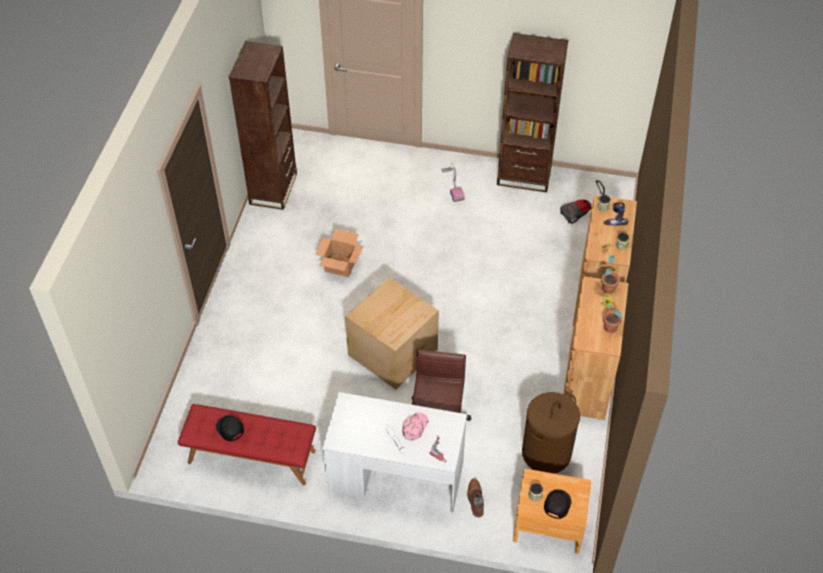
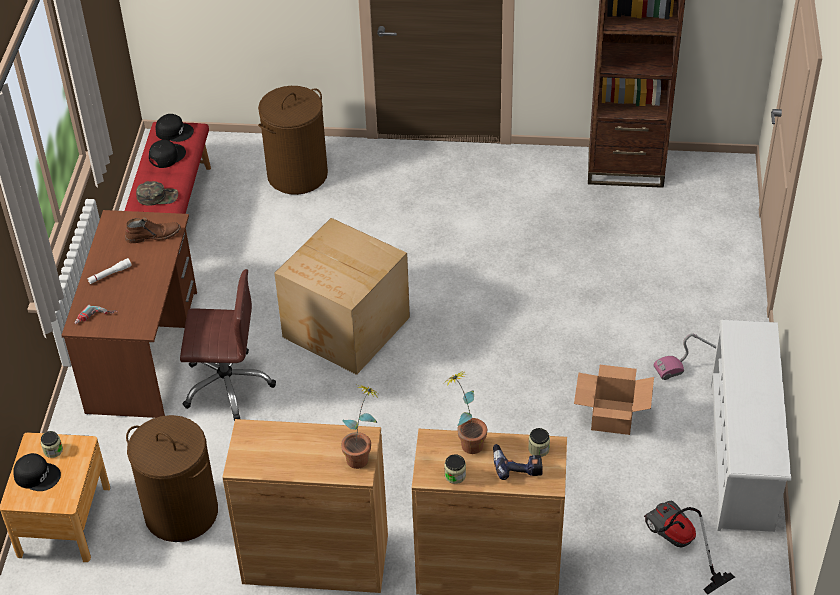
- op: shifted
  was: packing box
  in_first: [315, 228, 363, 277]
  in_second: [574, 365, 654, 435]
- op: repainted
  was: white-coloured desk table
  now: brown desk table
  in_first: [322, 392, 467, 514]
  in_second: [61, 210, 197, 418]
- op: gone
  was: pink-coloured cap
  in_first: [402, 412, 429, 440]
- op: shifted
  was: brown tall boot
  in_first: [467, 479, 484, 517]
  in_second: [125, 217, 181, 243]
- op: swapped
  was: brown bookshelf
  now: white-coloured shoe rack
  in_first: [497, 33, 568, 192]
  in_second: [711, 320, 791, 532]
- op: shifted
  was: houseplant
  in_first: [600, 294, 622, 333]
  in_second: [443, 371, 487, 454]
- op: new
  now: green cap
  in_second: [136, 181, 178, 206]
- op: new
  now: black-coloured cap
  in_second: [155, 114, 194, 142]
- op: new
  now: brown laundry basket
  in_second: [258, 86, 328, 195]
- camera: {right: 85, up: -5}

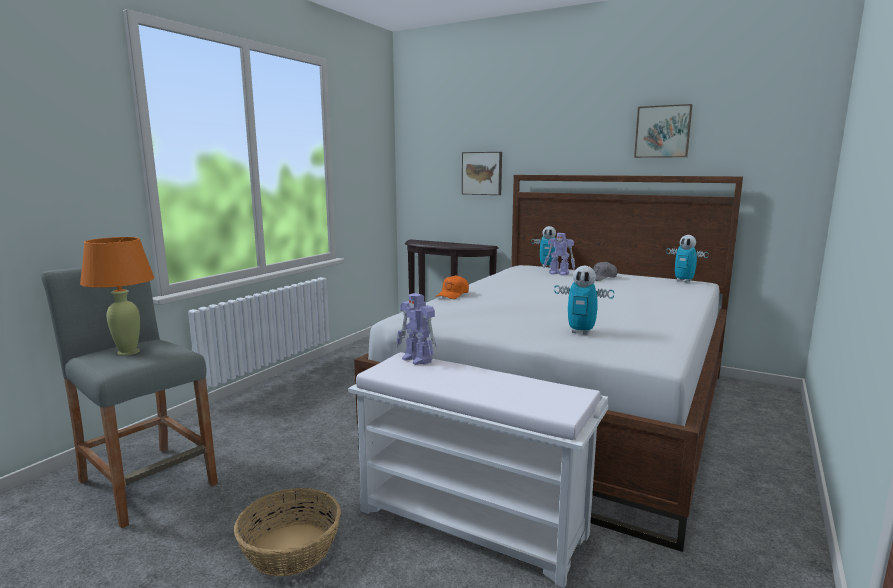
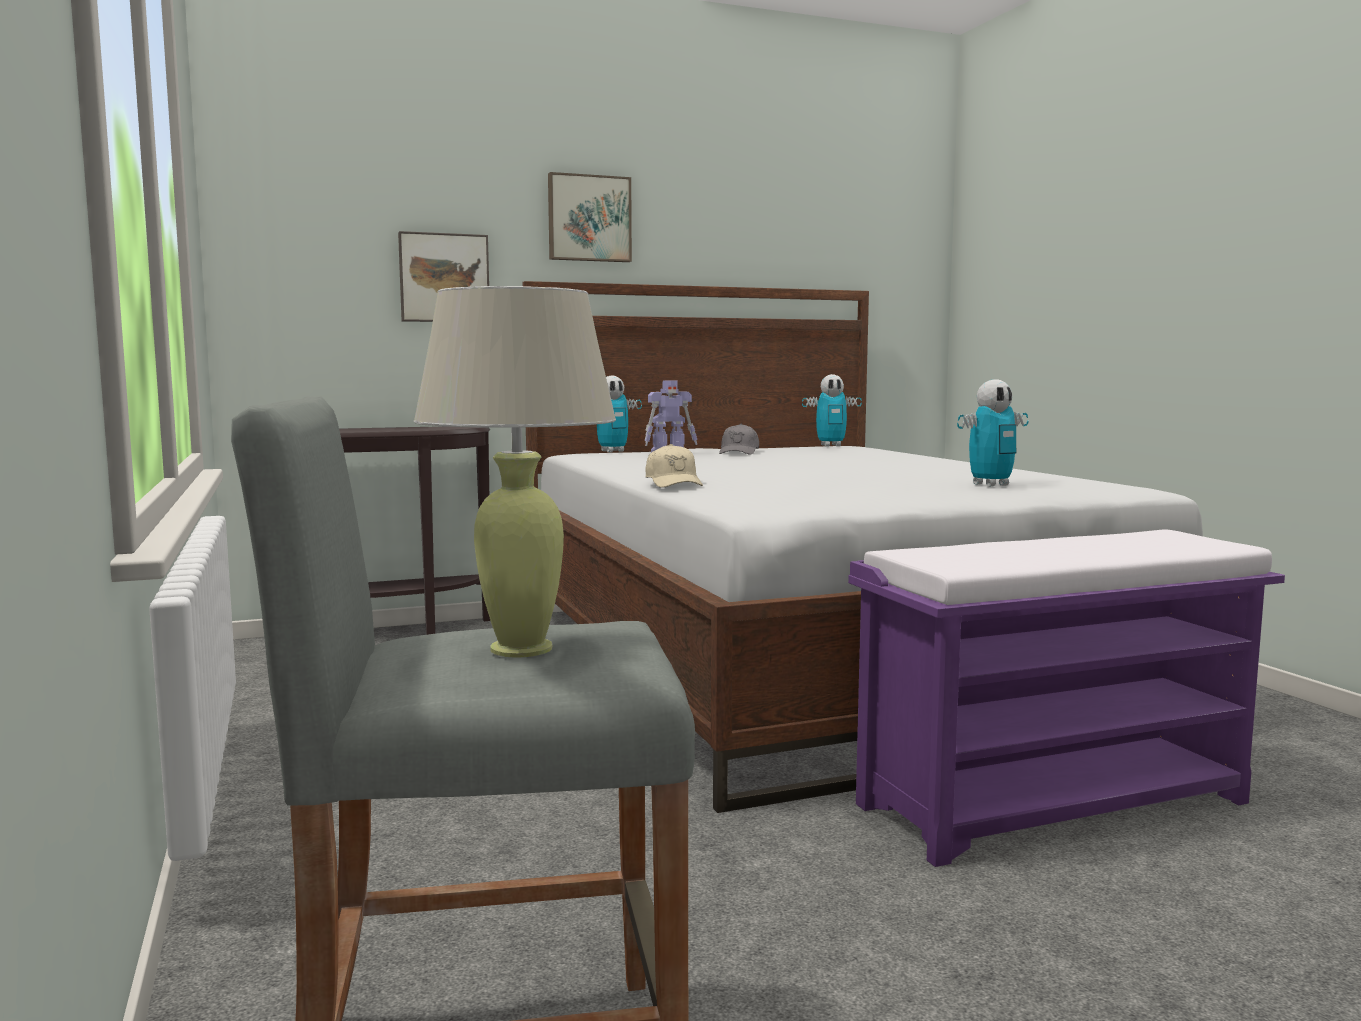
- op: repainted
  was: orange table lamp
  now: sand-coloured table lamp
  in_first: [80, 237, 154, 356]
  in_second: [414, 286, 616, 658]
- op: gone
  was: household basket
  in_first: [234, 488, 341, 577]
- op: repainted
  was: white-coloured indoor bench
  now: purple-coloured indoor bench
  in_first: [348, 352, 608, 588]
  in_second: [848, 529, 1285, 867]
- op: gone
  was: toy robot
  in_first: [396, 293, 437, 365]
- op: repainted
  was: orange cap
  now: sand-coloured cap
  in_first: [436, 275, 469, 299]
  in_second: [645, 444, 703, 488]
- op: shifted
  was: wall picture
  in_first: [634, 104, 692, 158]
  in_second: [548, 172, 632, 262]
- camera: {right: -50, up: -5}

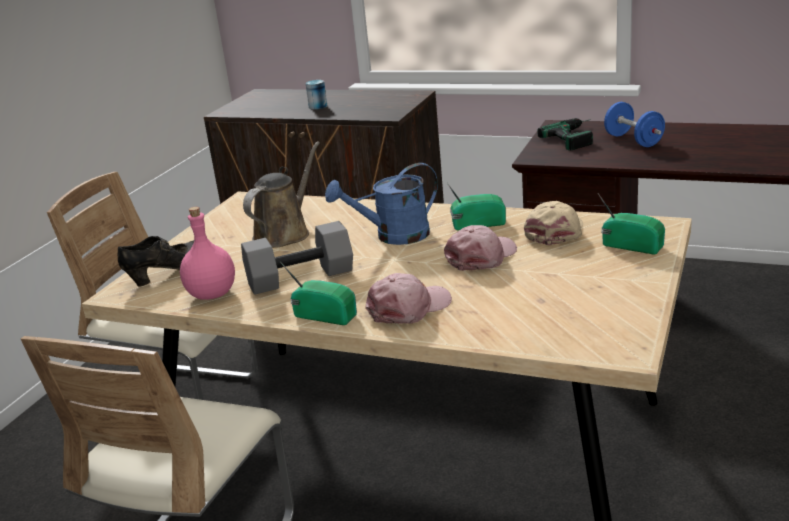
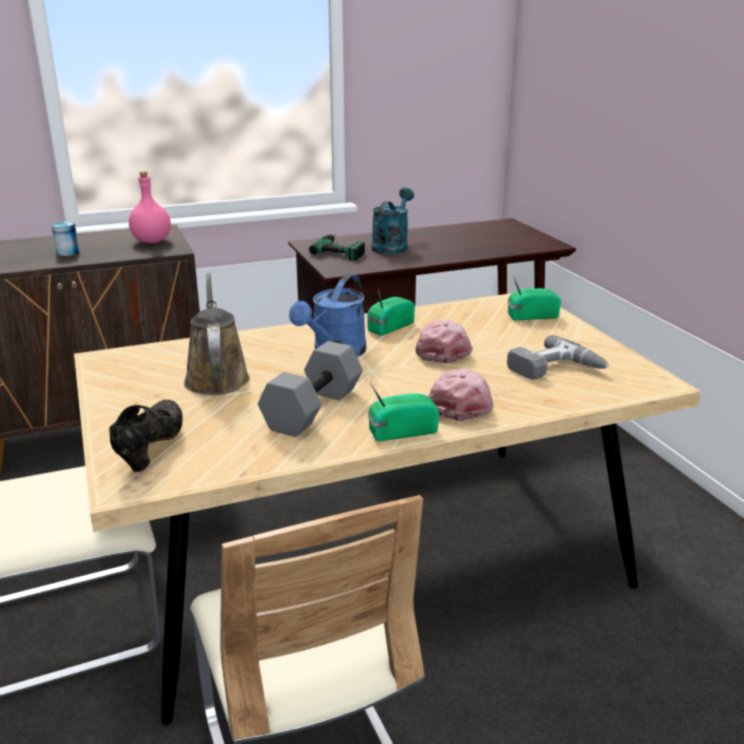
- op: shifted
  was: pink-coloured bottle
  in_first: [180, 207, 235, 300]
  in_second: [129, 171, 171, 243]
- op: gone
  was: sand-coloured cap
  in_first: [524, 201, 583, 245]
- op: swapped
  was: blue-coloured free weight
  now: blue-green sprinkling can
  in_first: [604, 102, 665, 147]
  in_second: [371, 188, 414, 254]
- op: new
  now: electric drill
  in_second: [507, 335, 609, 380]
- camera: {right: -45, up: 0}

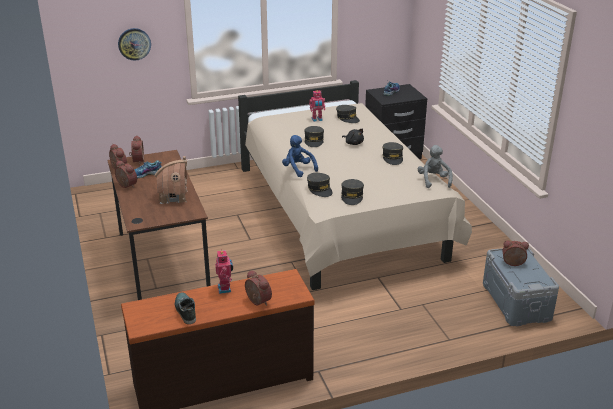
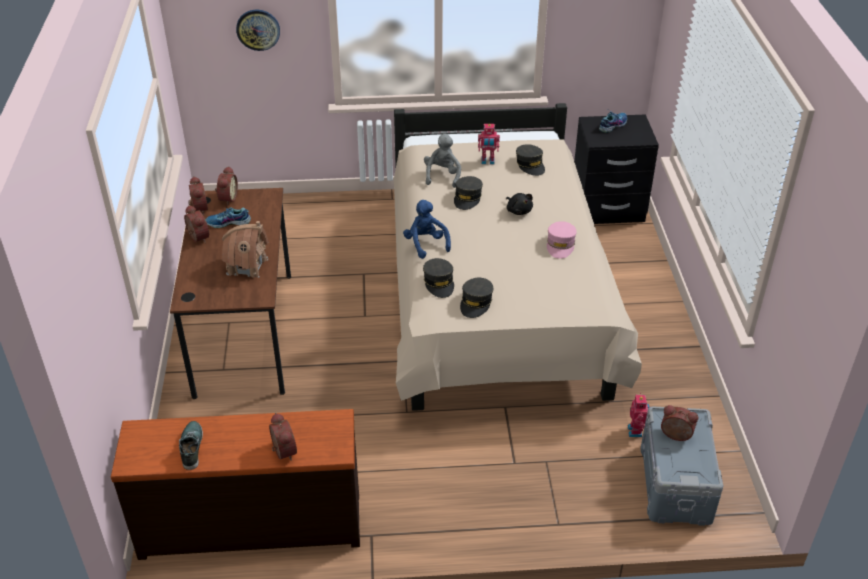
- op: shifted
  was: toy robot
  in_first: [215, 249, 233, 294]
  in_second: [628, 393, 650, 437]
- op: repainted
  was: grey cap
  now: pink-coloured cap
  in_first: [382, 142, 403, 165]
  in_second: [547, 221, 577, 259]
- op: shifted
  was: grey plush toy
  in_first: [418, 145, 453, 188]
  in_second: [424, 134, 461, 188]
- camera: {right: 15, up: 10}

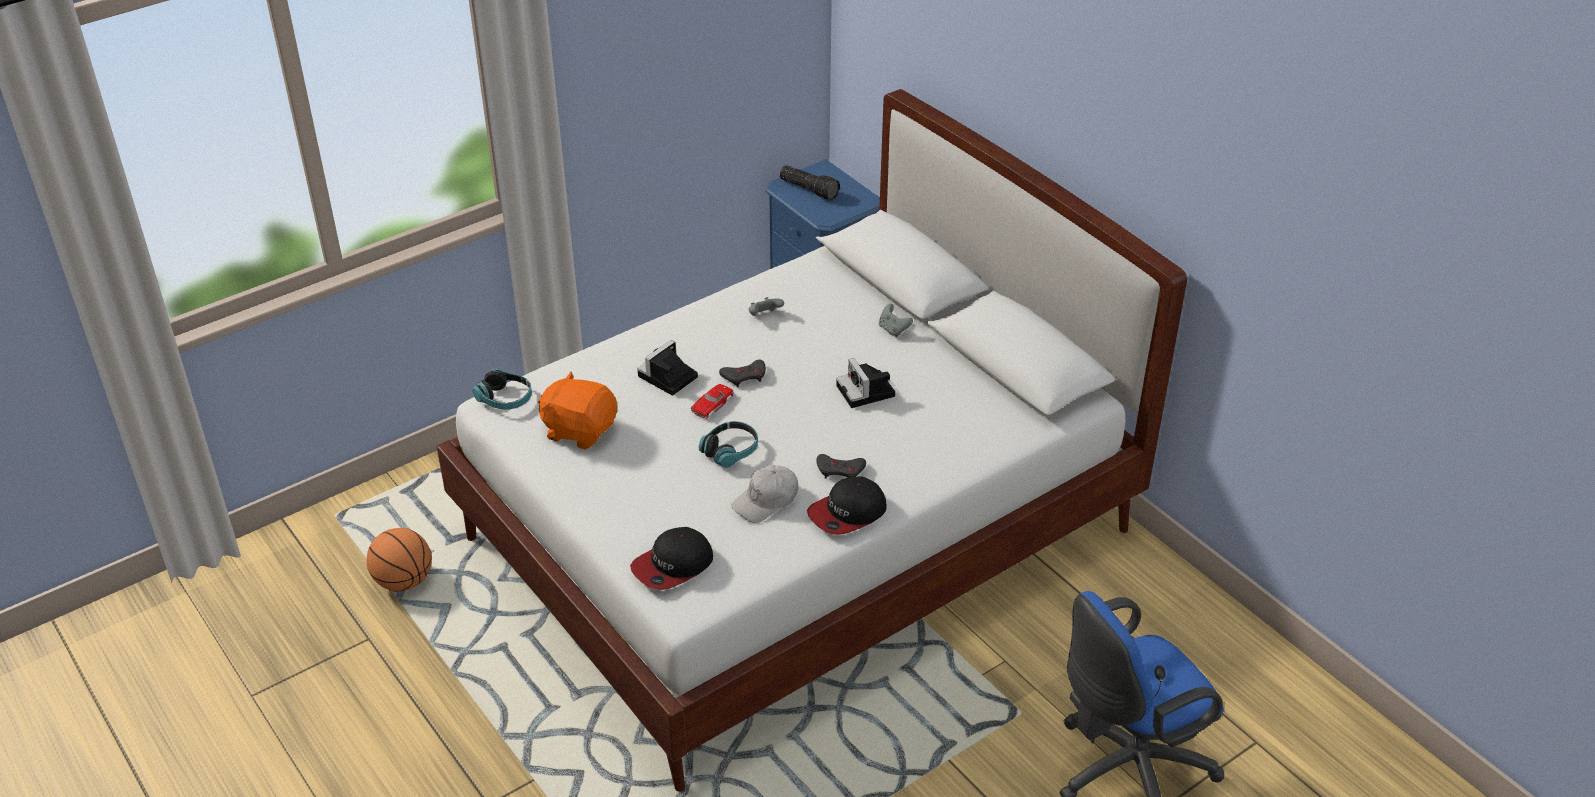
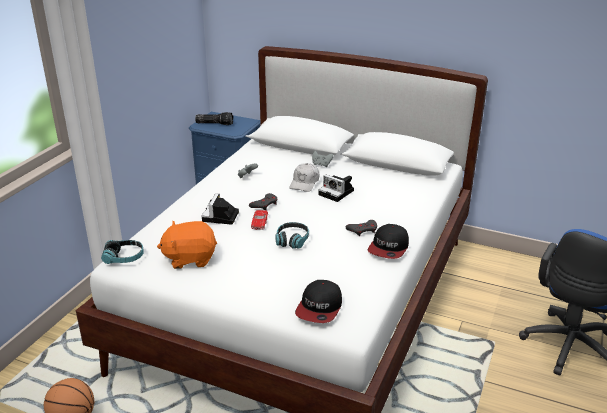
- op: shifted
  was: white-coloured cap
  in_first: [731, 465, 798, 523]
  in_second: [289, 163, 319, 192]
- camera: {right: -30, up: -10}

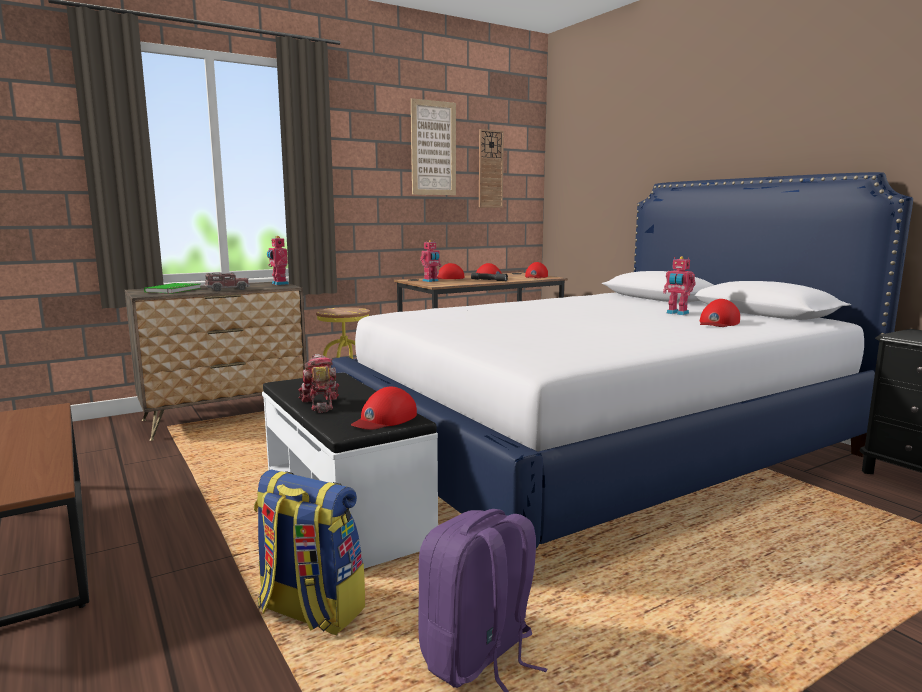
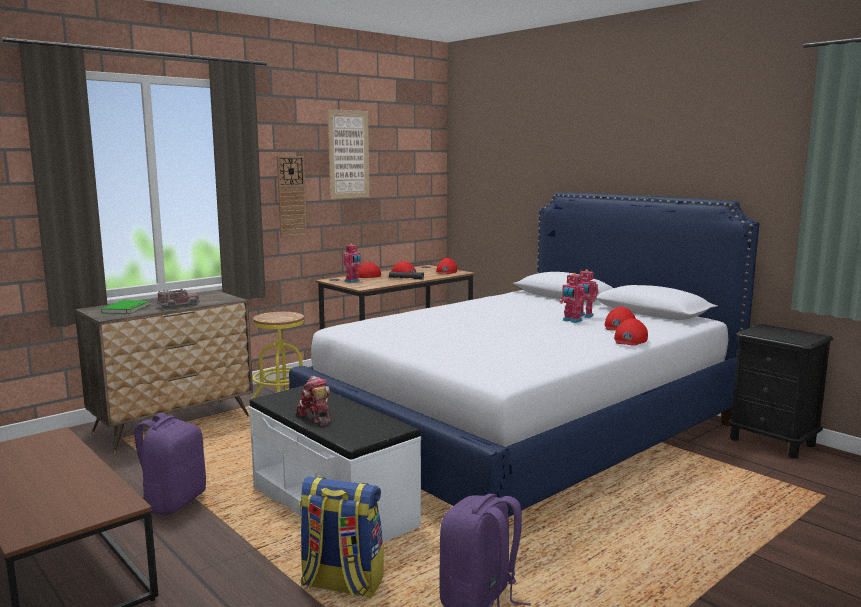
- op: shifted
  was: toy robot
  in_first: [267, 236, 289, 285]
  in_second: [560, 273, 586, 323]
- op: shifted
  was: red cap
  in_first: [351, 387, 417, 430]
  in_second: [614, 318, 648, 346]
- op: shifted
  was: wall clock
  in_first: [479, 129, 504, 208]
  in_second: [277, 156, 307, 237]
- op: new
  now: purple-coloured backpack
  in_second: [134, 413, 206, 515]
- camera: {right: -10, up: 0}

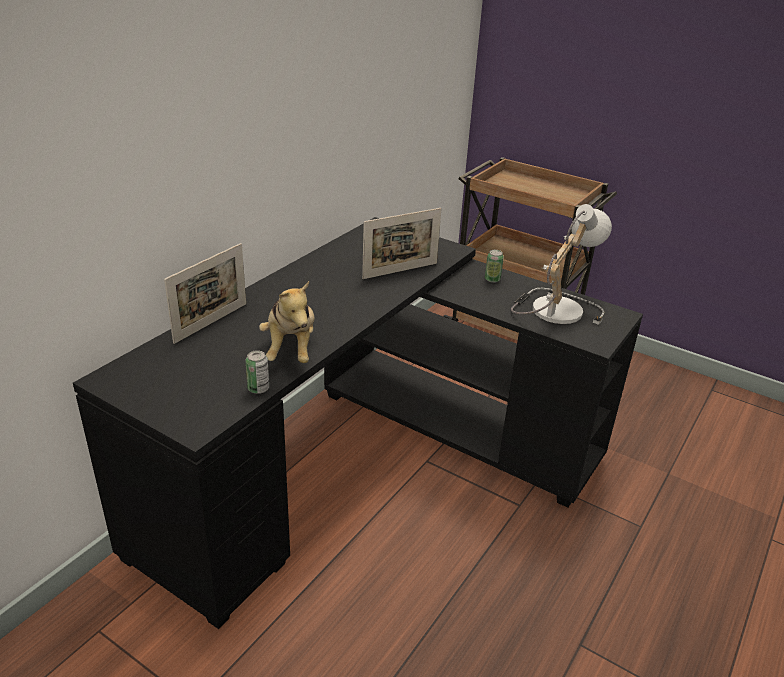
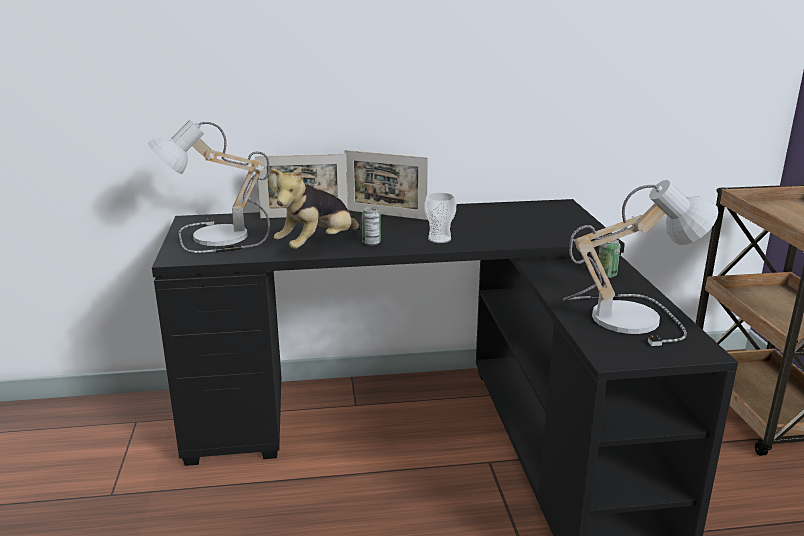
- op: shifted
  was: metal can
  in_first: [245, 350, 269, 394]
  in_second: [362, 207, 381, 245]
- op: shifted
  was: picture frame
  in_first: [362, 208, 442, 279]
  in_second: [344, 150, 428, 220]
- op: new
  now: table lamp
  in_second: [148, 120, 270, 253]
- op: new
  now: cup
  in_second: [424, 193, 456, 243]
- camera: {right: 50, up: -10}

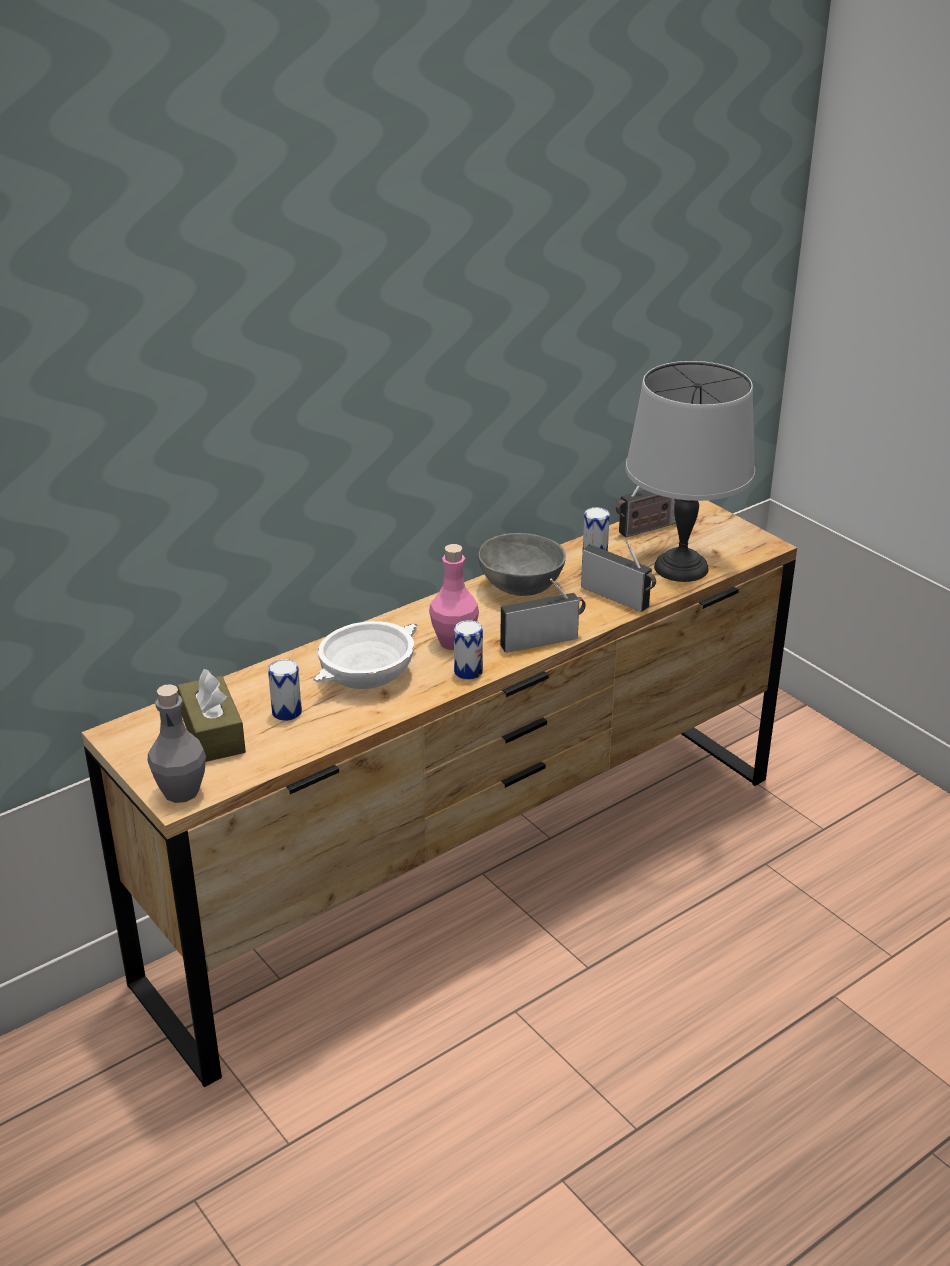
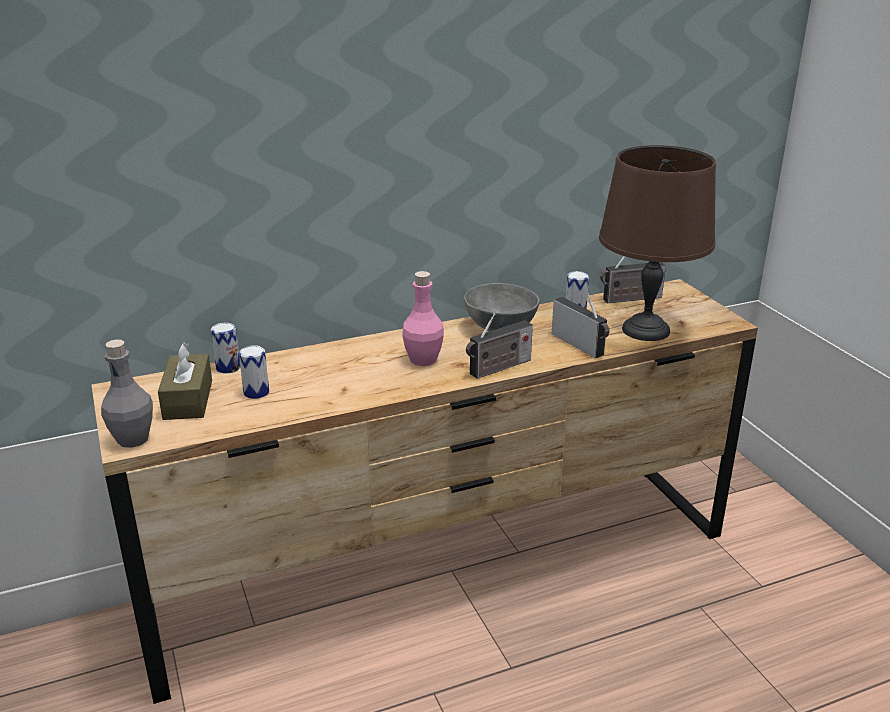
- op: gone
  was: white-coloured serving bowl
  in_first: [313, 621, 418, 689]
- op: shifted
  was: metal can
  in_first: [454, 620, 483, 680]
  in_second: [211, 323, 240, 374]
- op: rotated
  was: radio set
  in_first: [500, 578, 586, 653]
  in_second: [466, 313, 533, 379]
  clockwise: 150
- op: repainted
  was: grey table lamp
  now: brown table lamp
  in_first: [625, 361, 755, 582]
  in_second: [599, 145, 716, 341]
- camera: {right: 15, up: -5}

